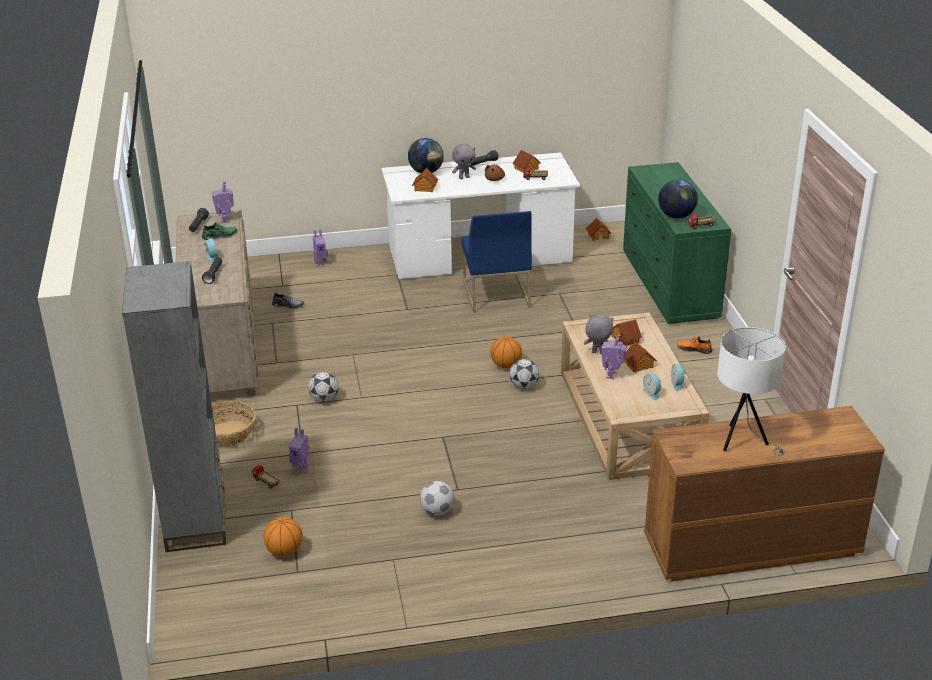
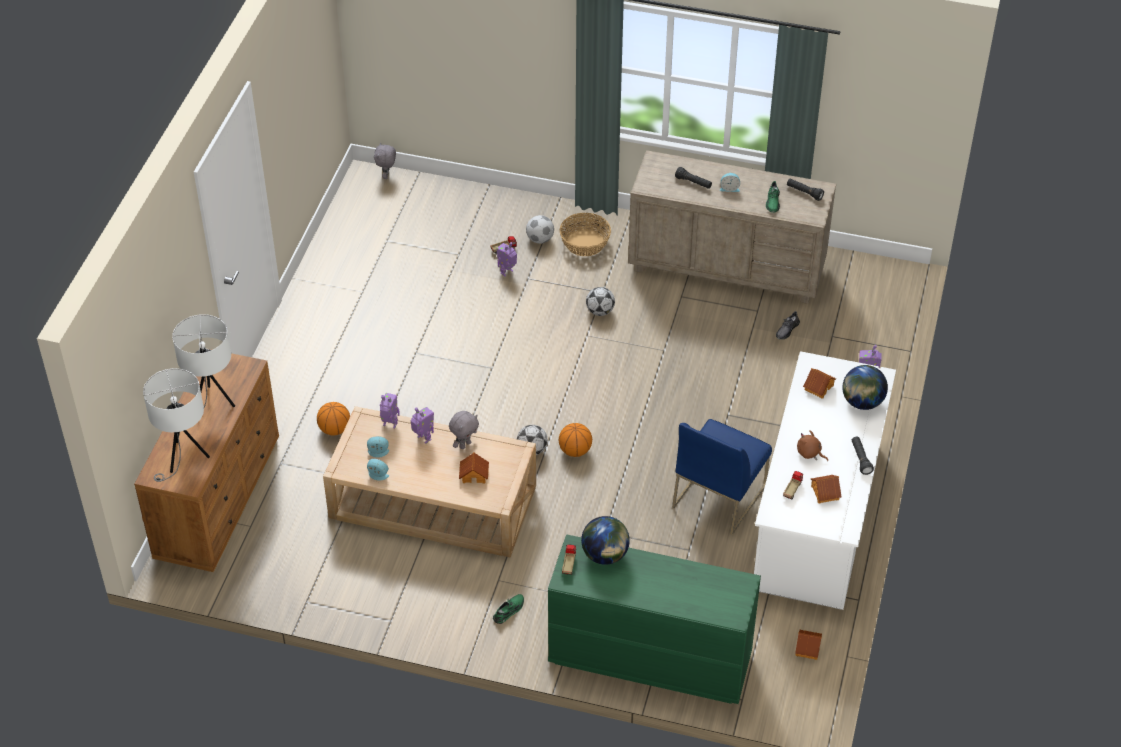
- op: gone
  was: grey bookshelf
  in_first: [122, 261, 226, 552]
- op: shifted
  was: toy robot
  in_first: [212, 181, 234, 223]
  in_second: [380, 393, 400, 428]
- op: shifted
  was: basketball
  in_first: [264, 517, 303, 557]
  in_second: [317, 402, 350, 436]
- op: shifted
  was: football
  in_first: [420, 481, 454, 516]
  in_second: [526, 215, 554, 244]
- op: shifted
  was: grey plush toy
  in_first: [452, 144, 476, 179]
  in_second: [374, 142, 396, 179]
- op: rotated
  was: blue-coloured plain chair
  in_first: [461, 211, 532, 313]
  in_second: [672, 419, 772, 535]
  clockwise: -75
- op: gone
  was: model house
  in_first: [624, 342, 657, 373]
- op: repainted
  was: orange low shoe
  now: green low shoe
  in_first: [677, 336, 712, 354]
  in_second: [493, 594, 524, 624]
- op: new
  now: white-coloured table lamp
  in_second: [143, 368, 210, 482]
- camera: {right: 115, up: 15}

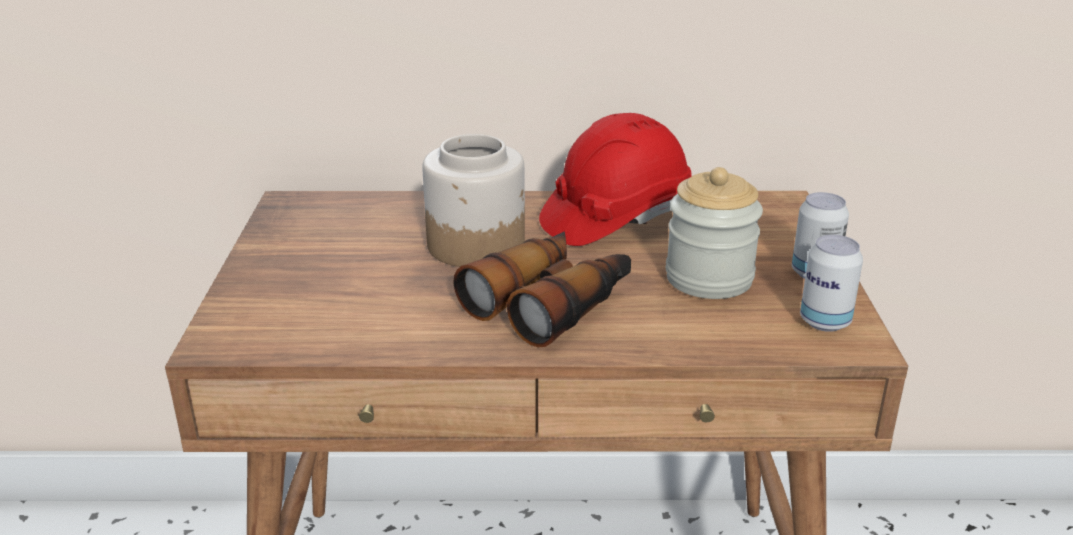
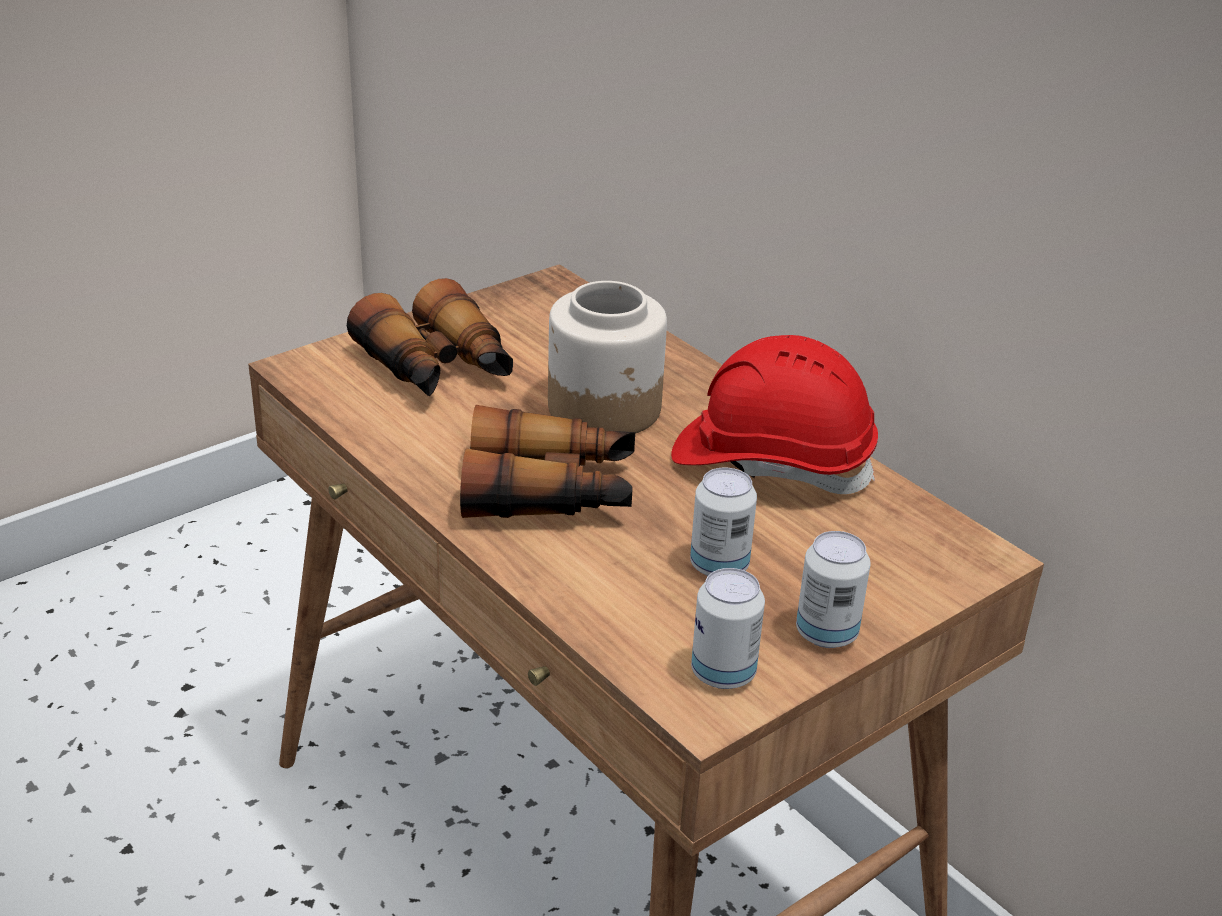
- op: swapped
  was: storage jar
  now: metal can
  in_first: [666, 167, 763, 299]
  in_second: [690, 467, 757, 576]
- op: new
  now: field glasses
  in_second: [347, 278, 513, 396]
- camera: {right: 50, up: 5}

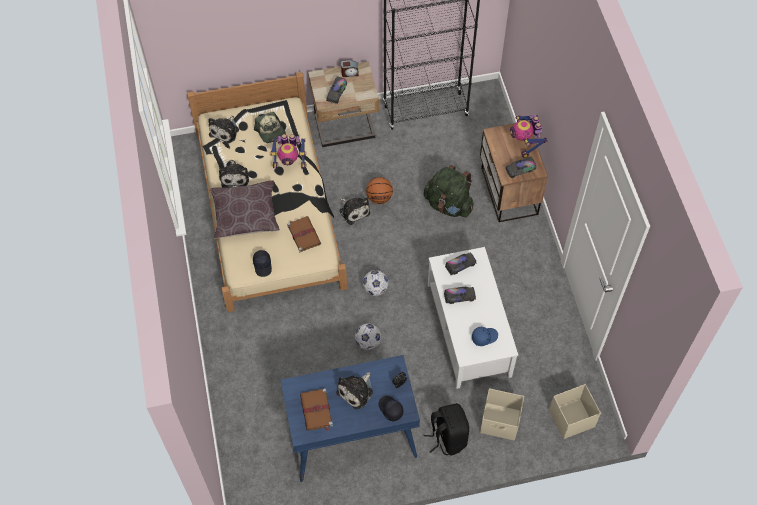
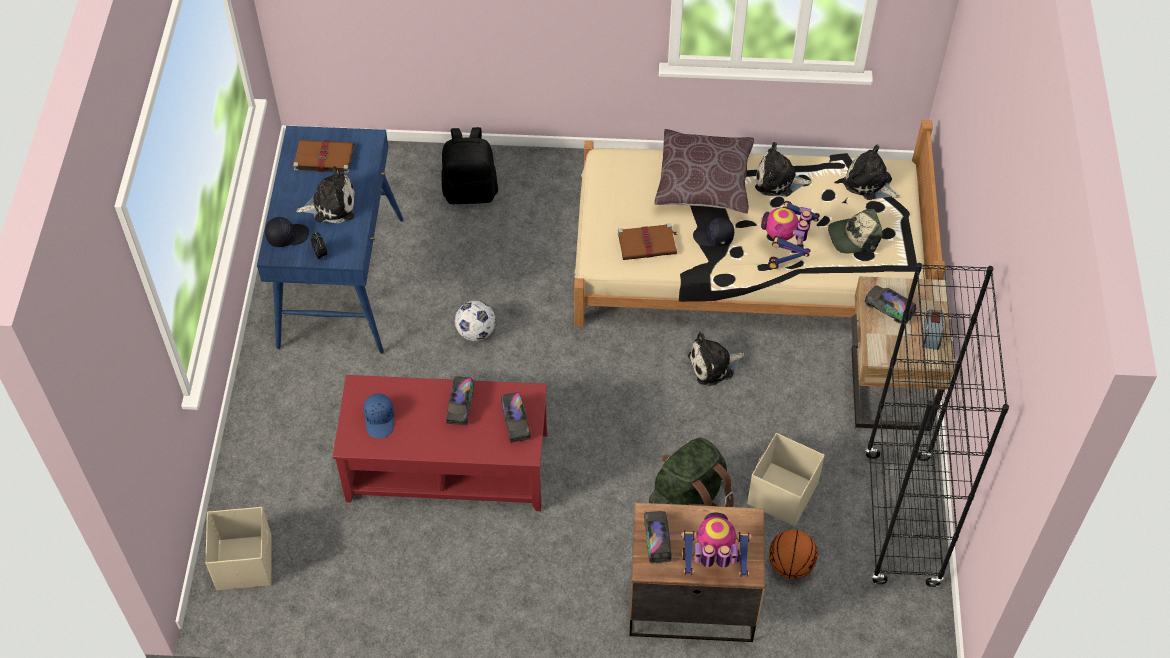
- op: shifted
  was: black-coloured cap
  in_first: [253, 250, 272, 277]
  in_second: [693, 218, 734, 246]
- op: rotated
  was: plush toy
  in_first: [336, 372, 373, 409]
  in_second: [296, 166, 355, 224]
  clockwise: 120
- op: gone
  was: football
  in_first: [363, 270, 388, 296]
- op: shifted
  was: basketball
  in_first: [366, 177, 393, 204]
  in_second: [769, 530, 818, 579]
- op: shifted
  was: black-coloured backpack
  in_first: [424, 403, 469, 455]
  in_second: [441, 127, 498, 204]
- op: repainted
  was: white-coloured lounge table
  now: red lounge table
  in_first: [428, 247, 518, 389]
  in_second: [333, 375, 547, 511]
- op: shifted
  was: sand-coloured storage box
  in_first: [480, 388, 524, 441]
  in_second: [747, 433, 825, 526]
- camera: {right: 105, up: -5}

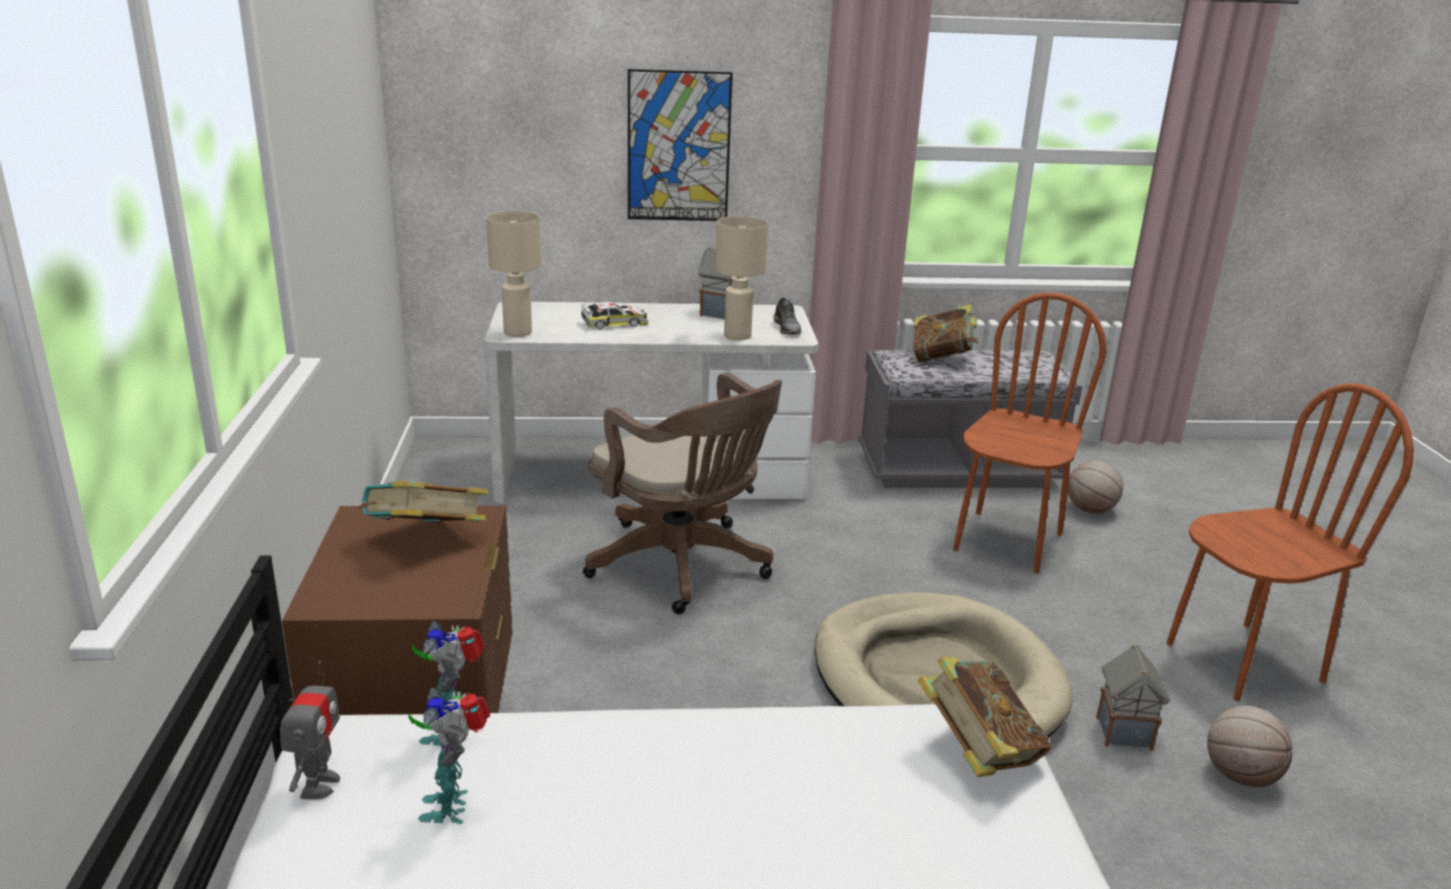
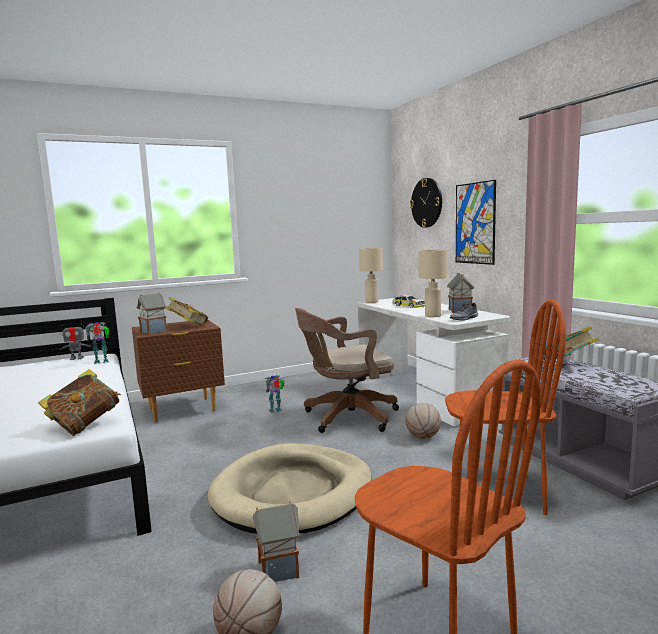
- op: shifted
  was: toy robot
  in_first: [408, 688, 490, 824]
  in_second: [265, 375, 285, 414]
- op: rotated
  was: brown office chair
  in_first: [583, 373, 782, 614]
  in_second: [295, 308, 399, 433]
  clockwise: 45
- op: shifted
  was: basketball
  in_first: [1068, 460, 1123, 514]
  in_second: [405, 403, 441, 439]
- op: new
  now: model house
  in_second: [136, 293, 167, 335]
- op: new
  now: wall clock
  in_second: [410, 178, 442, 228]
- camera: {right: 70, up: -15}

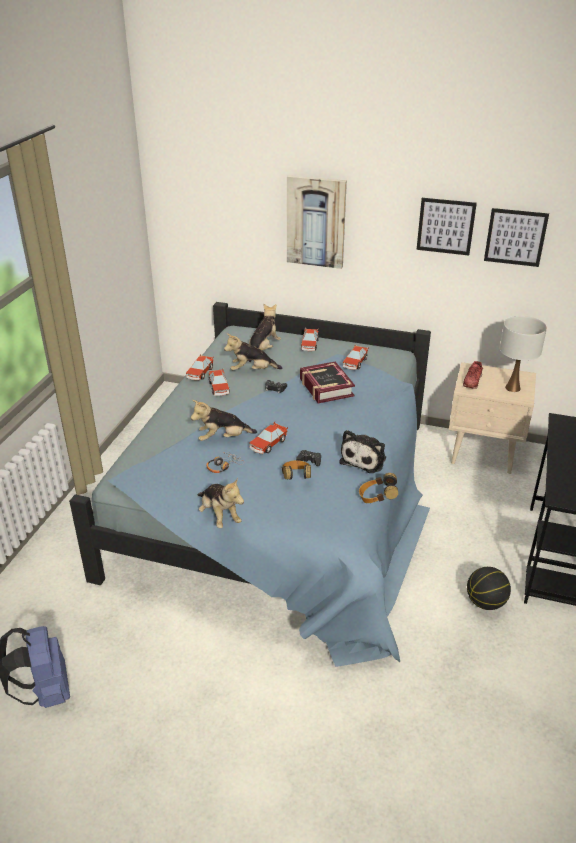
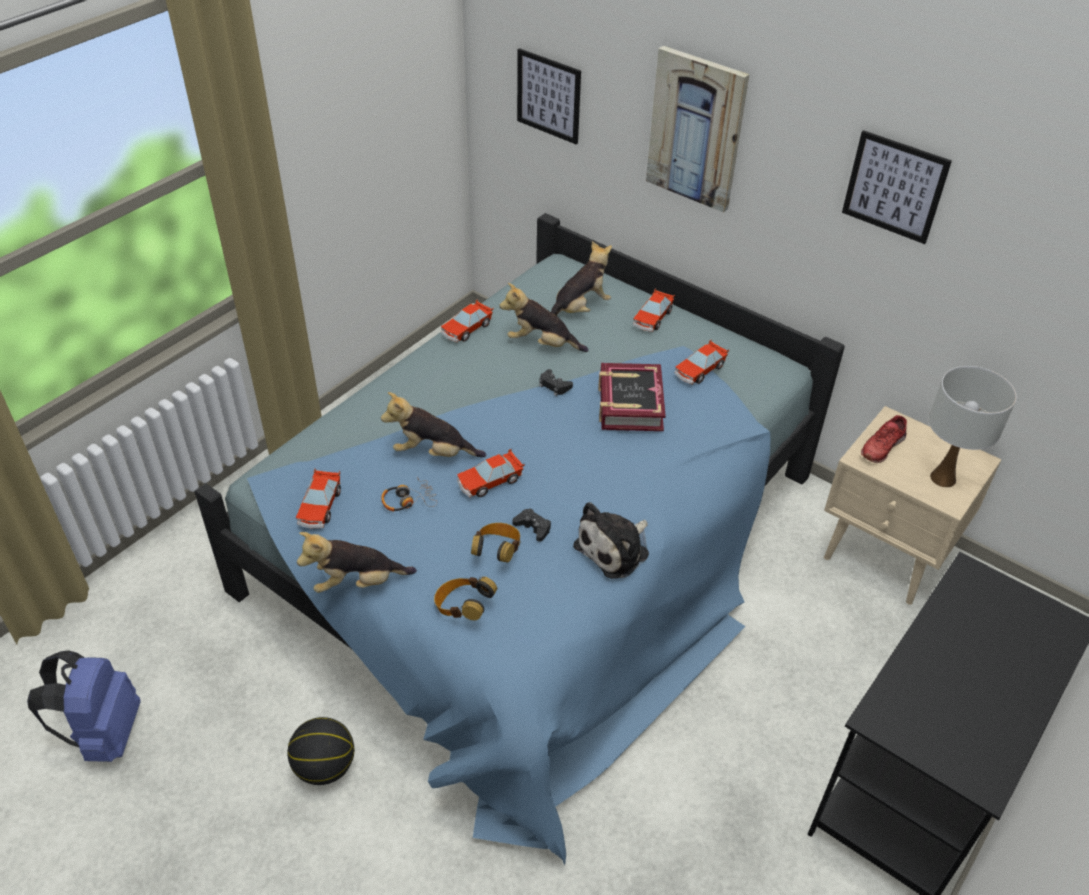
- op: rotated
  was: plush toy
  in_first: [198, 477, 244, 528]
  in_second: [297, 532, 417, 593]
  clockwise: 90
- op: shifted
  was: toy car
  in_first: [209, 369, 230, 396]
  in_second: [296, 469, 341, 528]
- op: shifted
  was: headphones
  in_first: [359, 473, 398, 503]
  in_second: [434, 577, 497, 620]
- op: shifted
  was: basketball
  in_first: [467, 567, 511, 610]
  in_second: [287, 717, 354, 785]
- op: shifted
  was: wall picture
  in_first: [484, 208, 549, 267]
  in_second: [517, 48, 581, 144]
- camera: {right: 20, up: 10}

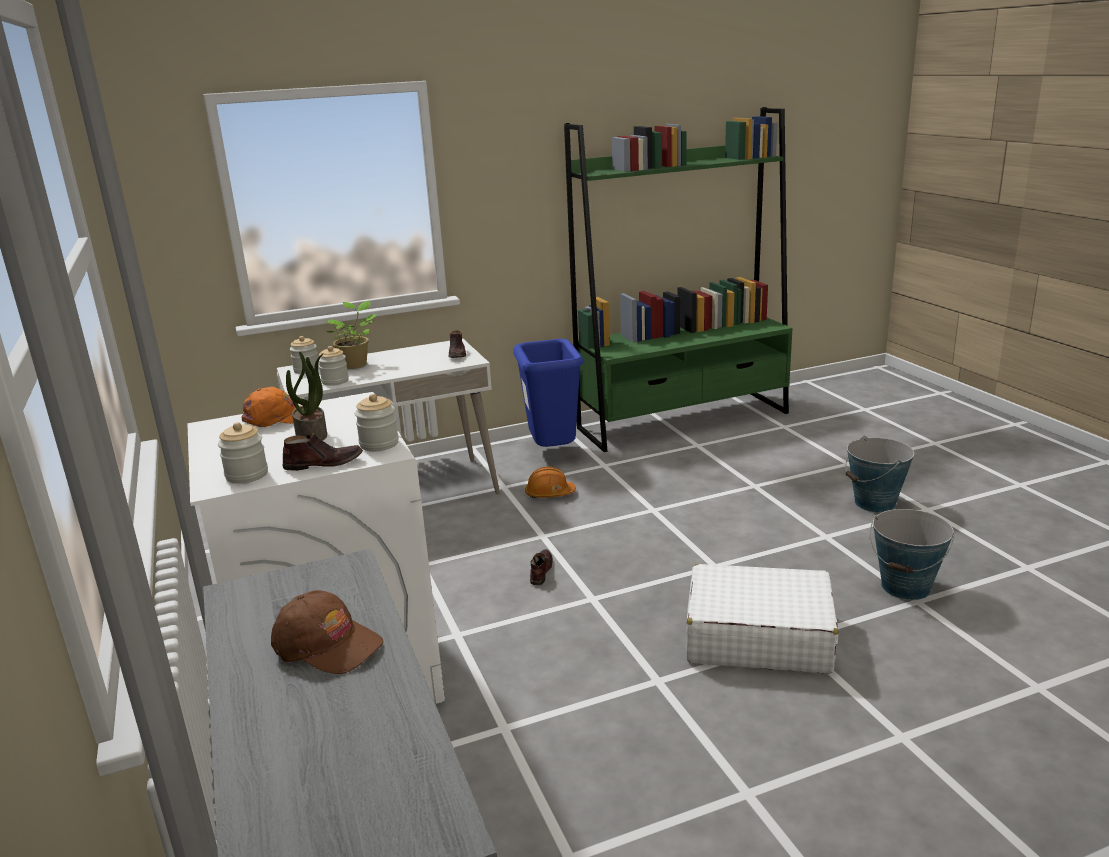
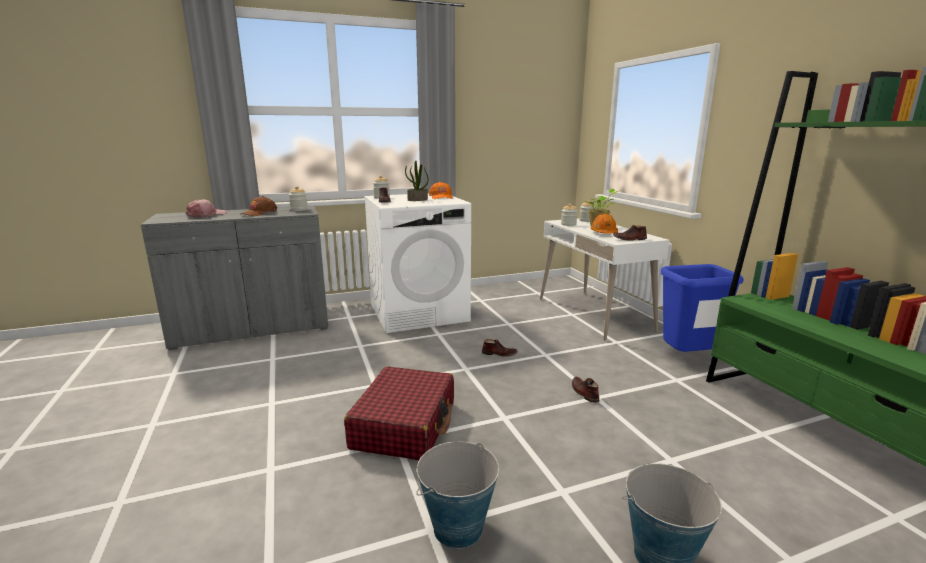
- op: shifted
  was: storage jar
  in_first: [355, 394, 399, 451]
  in_second: [288, 186, 308, 211]
- op: shifted
  was: orange safety helmet
  in_first: [525, 467, 576, 498]
  in_second: [590, 214, 618, 234]
- op: repainted
  was: white-coloured travel case
  now: red travel case
  in_first: [686, 564, 839, 673]
  in_second: [344, 366, 454, 460]
- op: new
  now: pink-coloured cap
  in_second: [185, 199, 227, 217]
- op: new
  now: brown low shoe
  in_second: [572, 377, 599, 403]
- camera: {right: 90, up: -5}

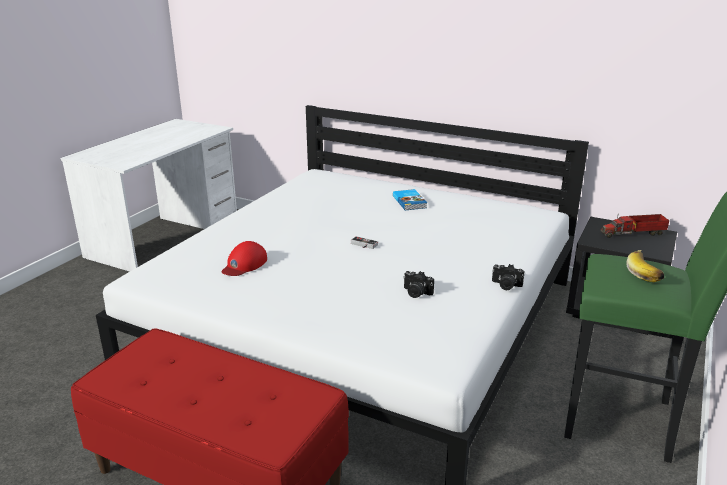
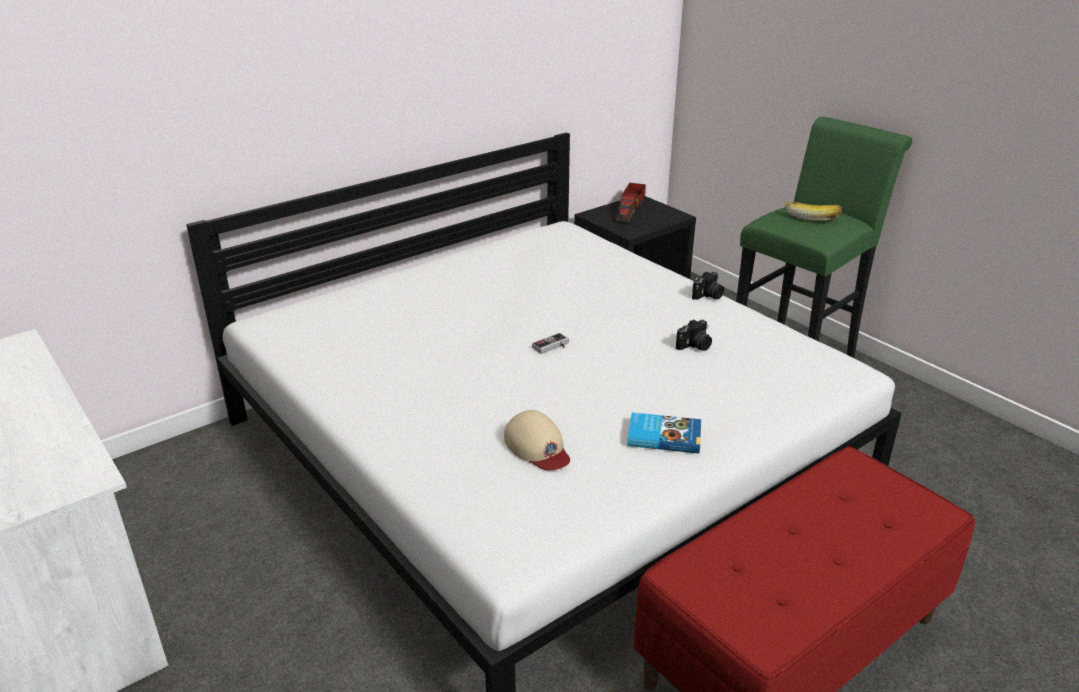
- op: repainted
  was: red cap
  now: sand-coloured cap
  in_first: [221, 241, 267, 276]
  in_second: [504, 410, 570, 470]
- op: shifted
  was: book
  in_first: [393, 189, 427, 210]
  in_second: [627, 412, 701, 454]
- camera: {right: -65, up: 5}

